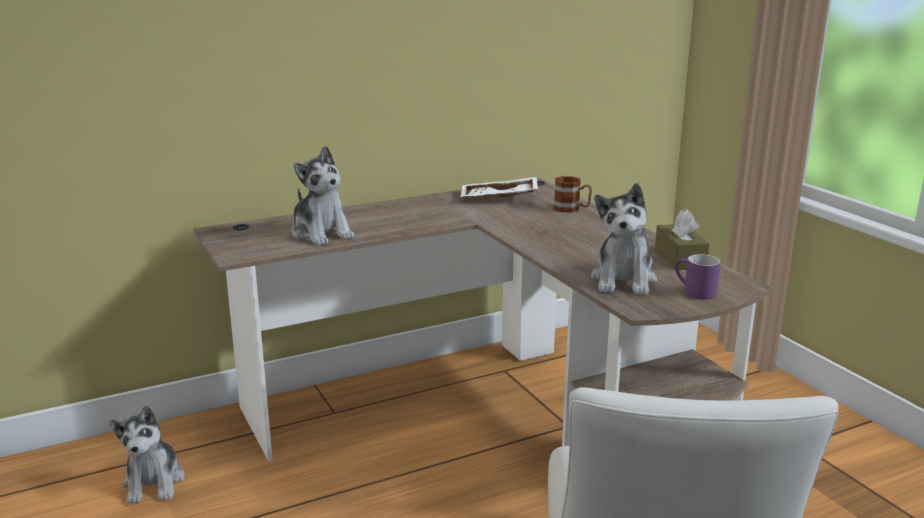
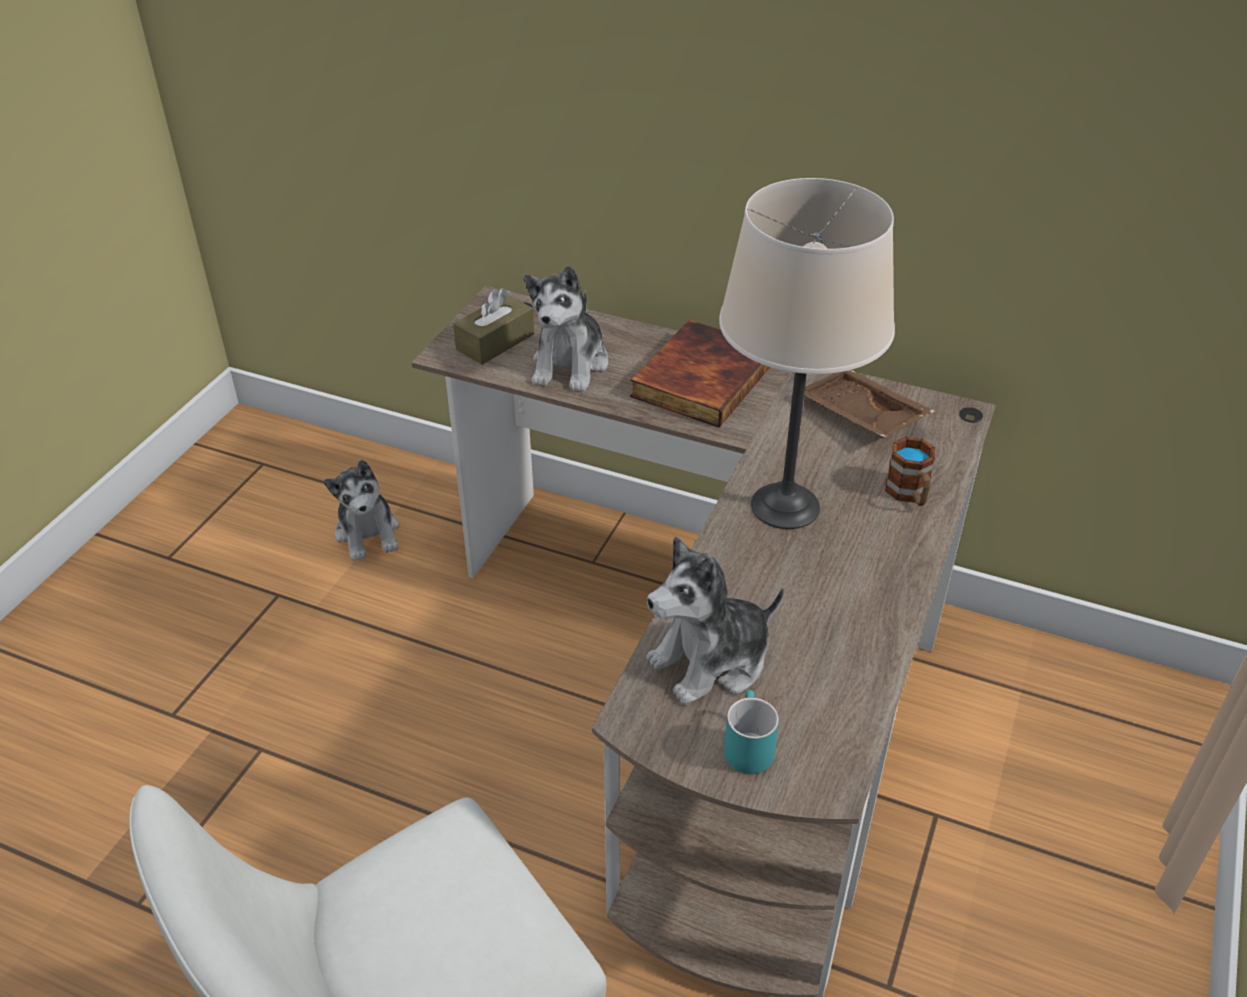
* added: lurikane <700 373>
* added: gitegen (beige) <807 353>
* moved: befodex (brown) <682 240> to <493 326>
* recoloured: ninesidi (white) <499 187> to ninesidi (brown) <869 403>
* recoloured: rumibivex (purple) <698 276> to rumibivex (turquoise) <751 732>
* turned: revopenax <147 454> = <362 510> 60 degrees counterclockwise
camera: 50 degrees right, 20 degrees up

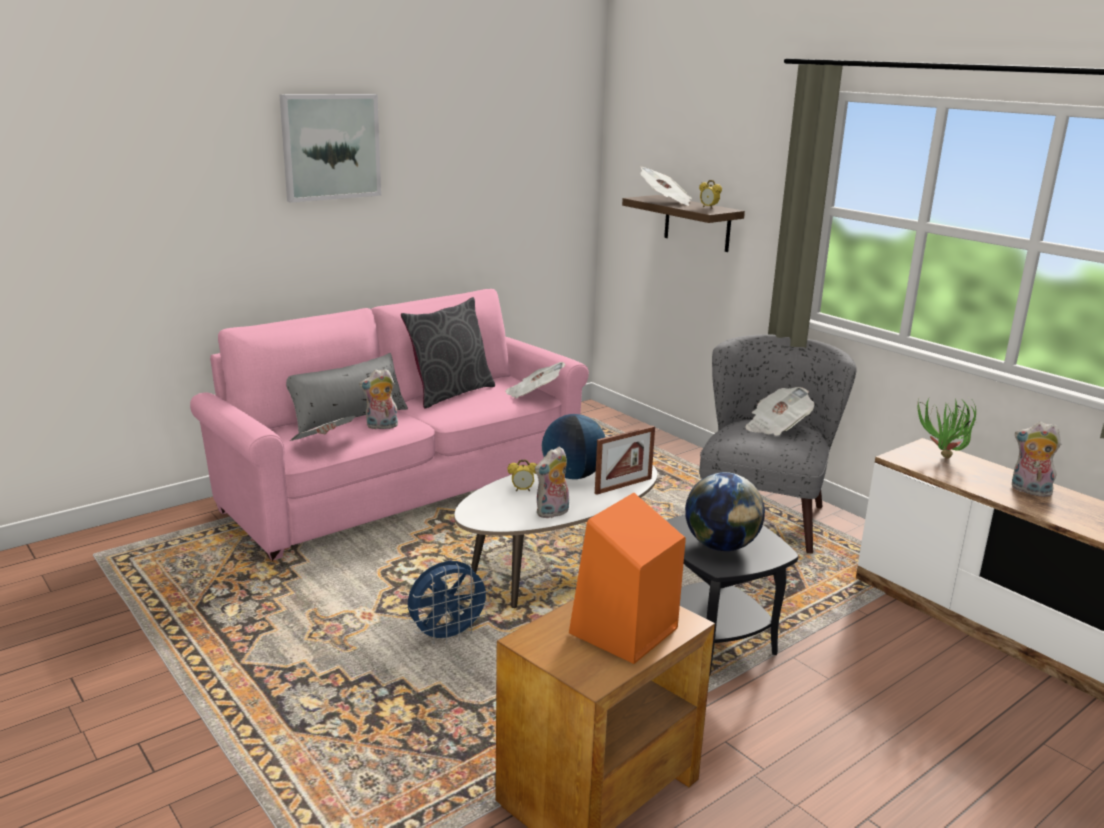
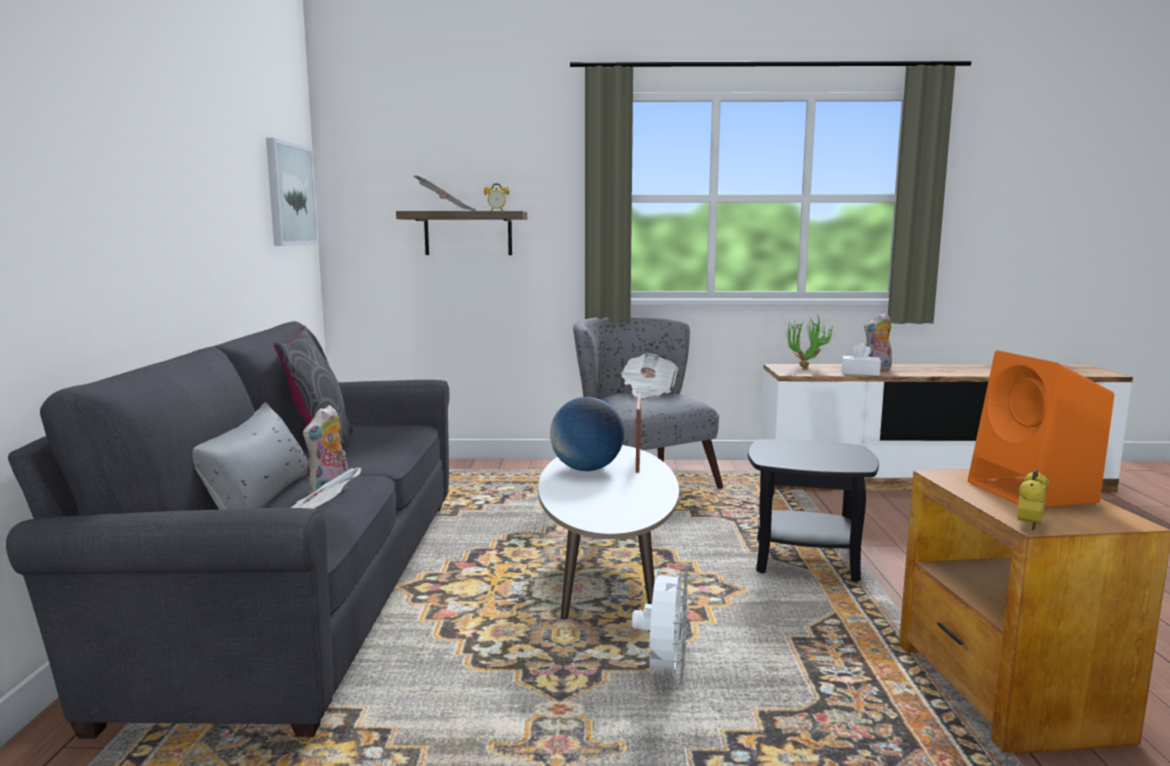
* removed: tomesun <535 380>
* removed: revopenax <552 482>
* removed: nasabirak <725 511>
* added: befodex (white) <861 359>
* moved: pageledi <330 148> to <292 192>
* moved: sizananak <522 475> to <1033 500>
* recoloured: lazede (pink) <389 425> to lazede (grey) <227 530>
* recoloured: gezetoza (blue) <450 602> to gezetoza (white) <660 624>
camera: 50 degrees left, 10 degrees down

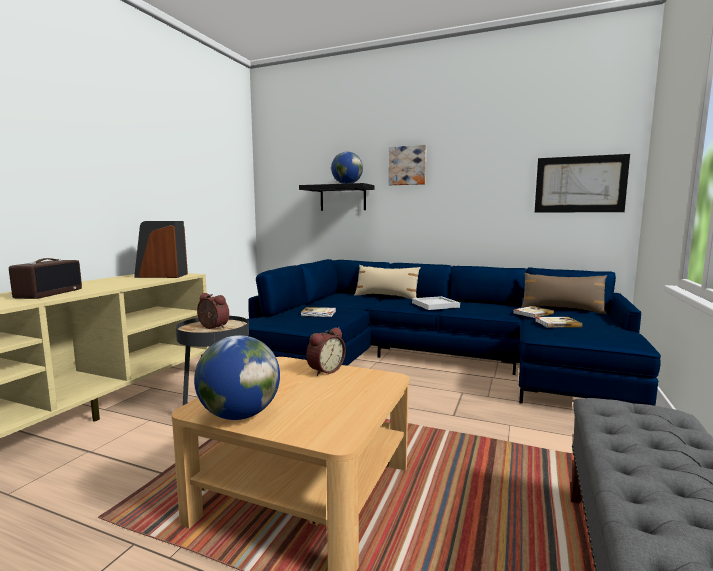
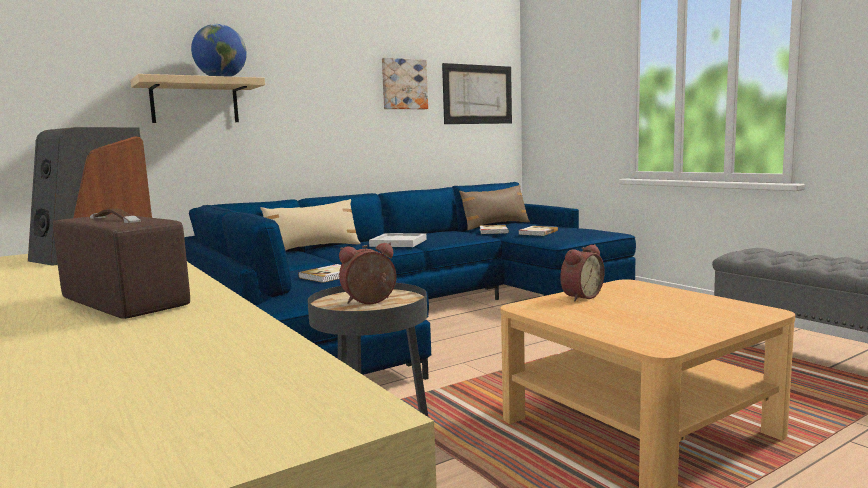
* removed: nasabirak <237 377>
* moved: pageledi <407 165> to <405 83>
* recoloured: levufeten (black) <337 197> to levufeten (beige) <197 98>
* turned: sizananak <326 351> = <582 272> 60 degrees clockwise
camera: 55 degrees left, 0 degrees up

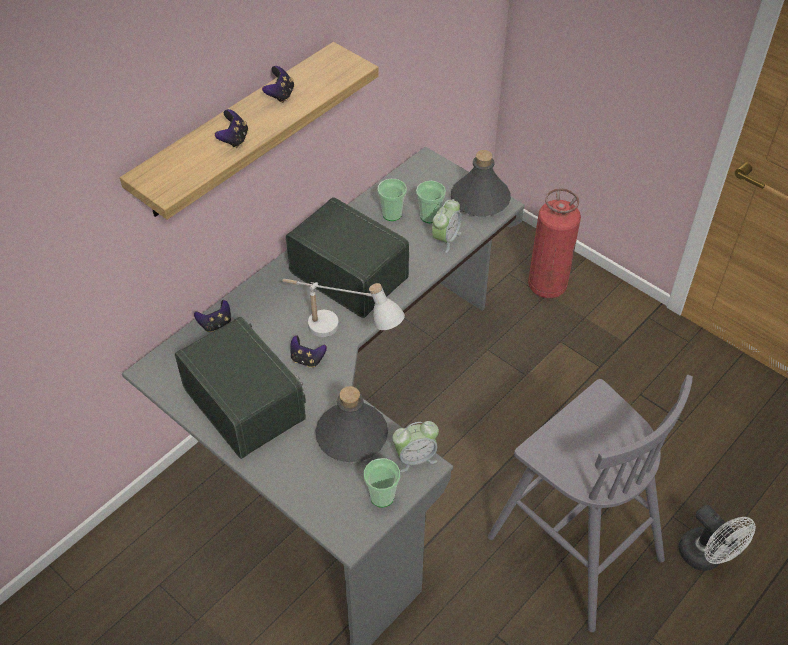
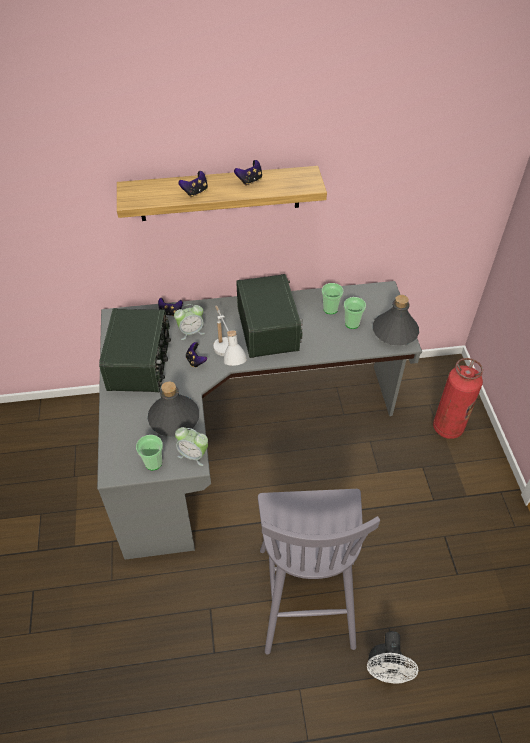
* moved: sizananak <447 226> to <189 322>
camera: 40 degrees right, 0 degrees up

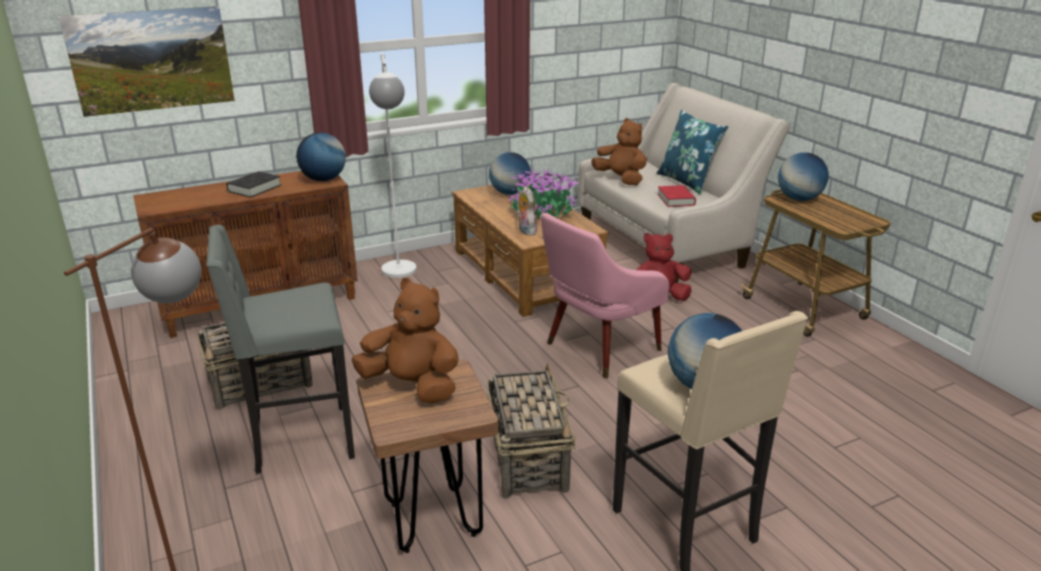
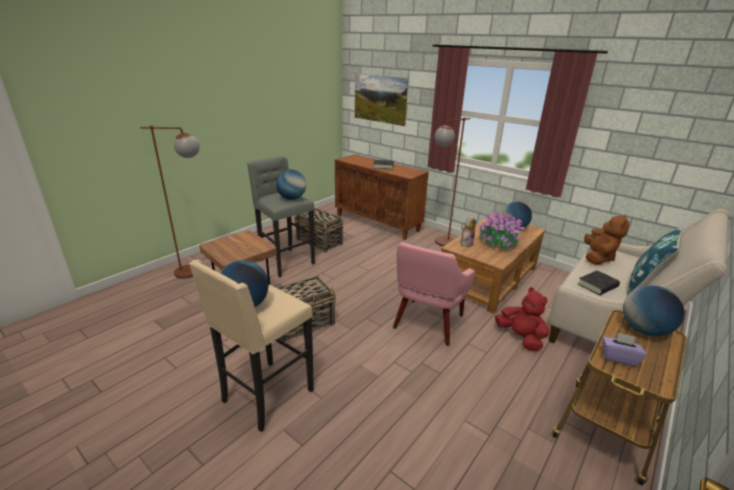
* removed: revopenax (brown) <405 341>
* added: befodex (purple) <624 349>
* moved: nasabirak <321 157> to <291 185>
* recoloured: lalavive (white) <393 165> to lalavive (brown) <452 182>
* recoloured: lurikane (red) <676 196> to lurikane (black) <599 282>
* turned: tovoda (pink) <605 295> = <434 294> 90 degrees counterclockwise
camera: 65 degrees right, 0 degrees up

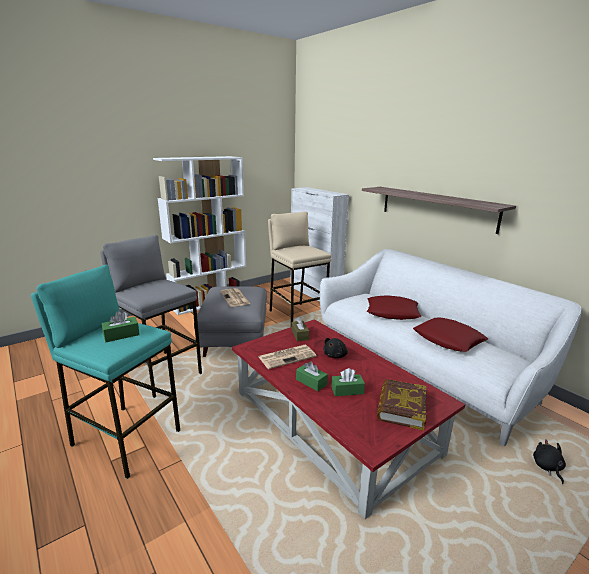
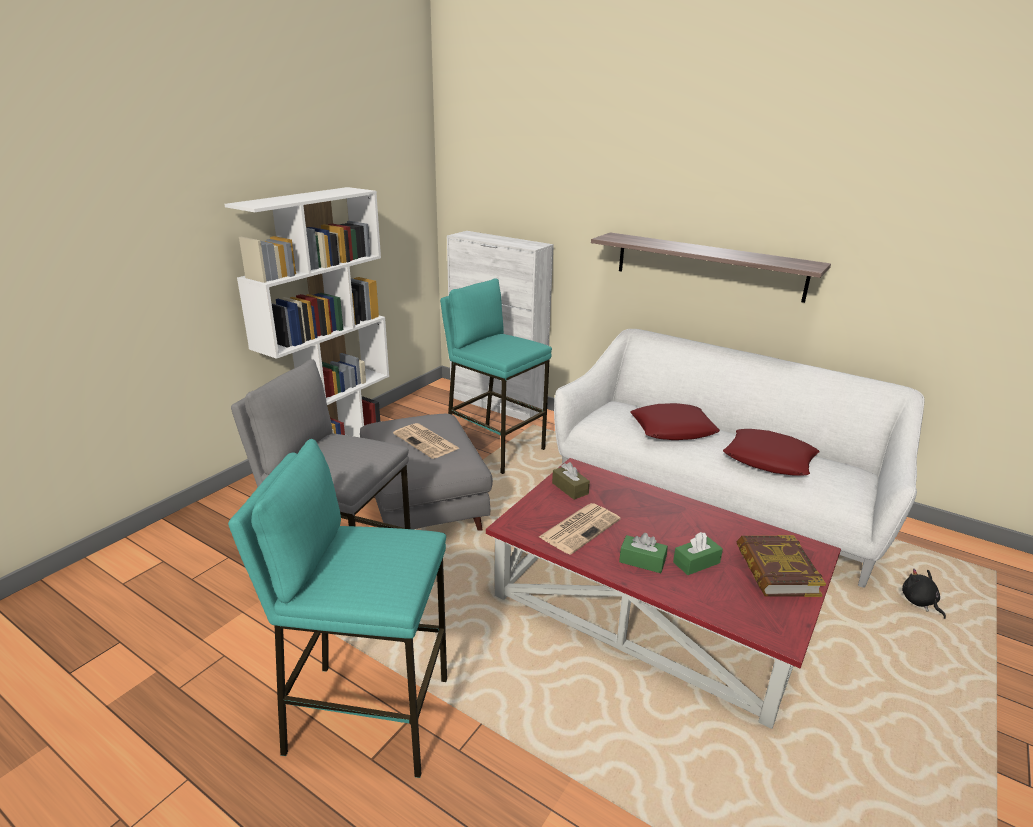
* removed: befodex (green) <120 326>
* removed: revopenax (black) <335 348>
* recoloured: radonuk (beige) <299 266> to radonuk (turquoise) <496 376>
camera: 20 degrees left, 5 degrees up

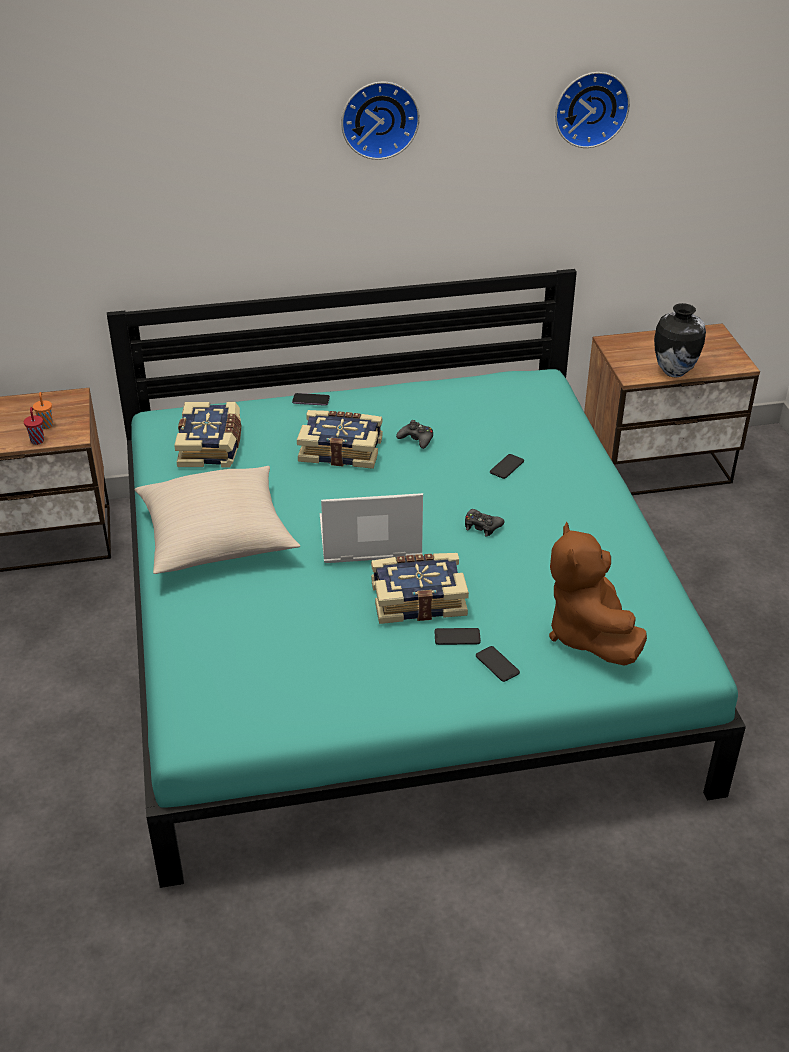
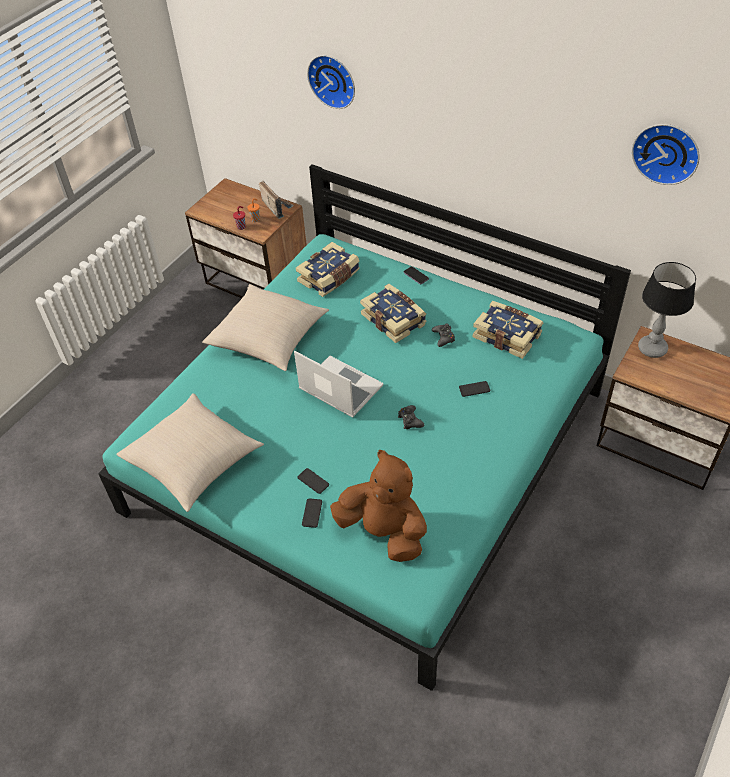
* removed: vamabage <680 340>
* added: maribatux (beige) <190 452>
* added: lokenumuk <276 200>
* added: gitegen <667 310>
* moved: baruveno <380 121> to <331 82>
* moved: lurikane <420 588> to <508 330>
* turned: revopenax (brown) <598 594> = <378 506> 90 degrees clockwise
camera: 45 degrees right, 10 degrees up

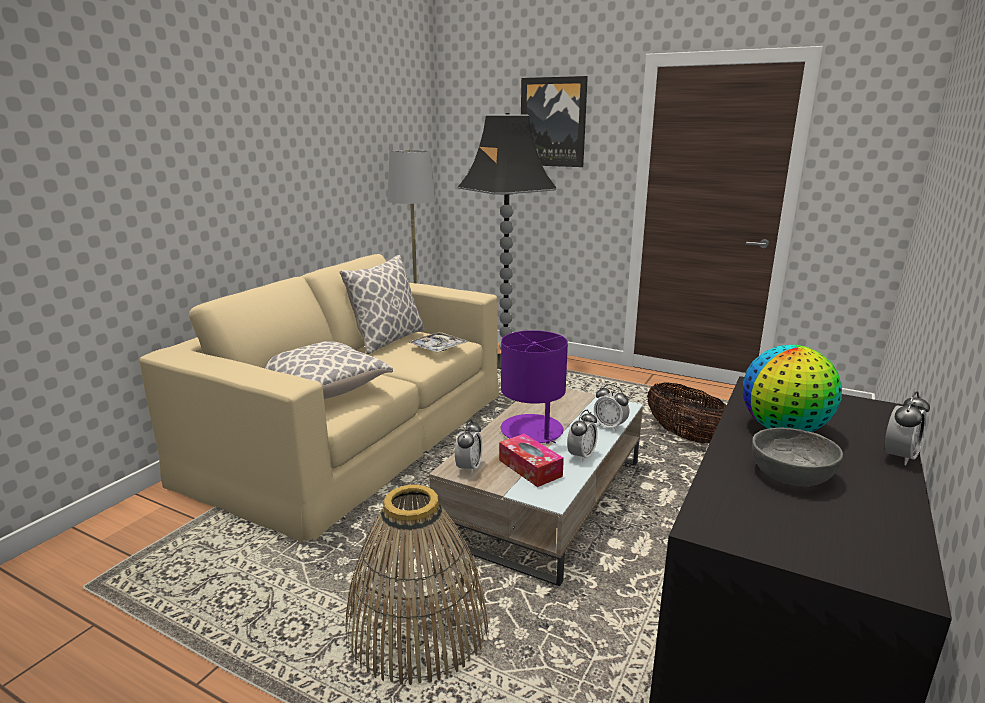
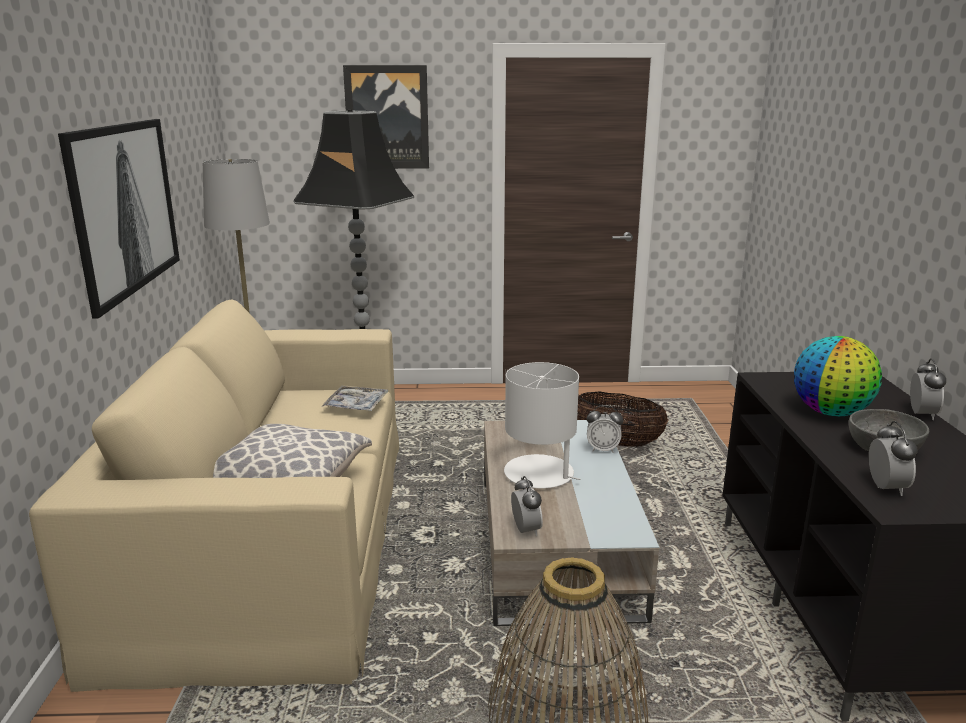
* removed: maribatux <381 305>
* removed: befodex <531 460>
* added: pageledi <119 219>
* moved: sizananak <582 436> to <893 458>
* recoloured: gitegen (purple) <534 387> to gitegen (white) <542 425>
camera: 30 degrees left, 0 degrees up

